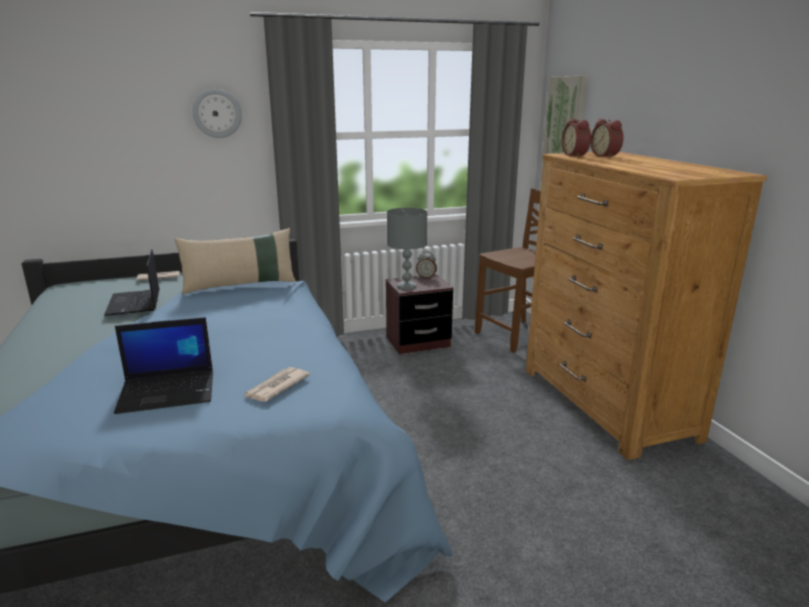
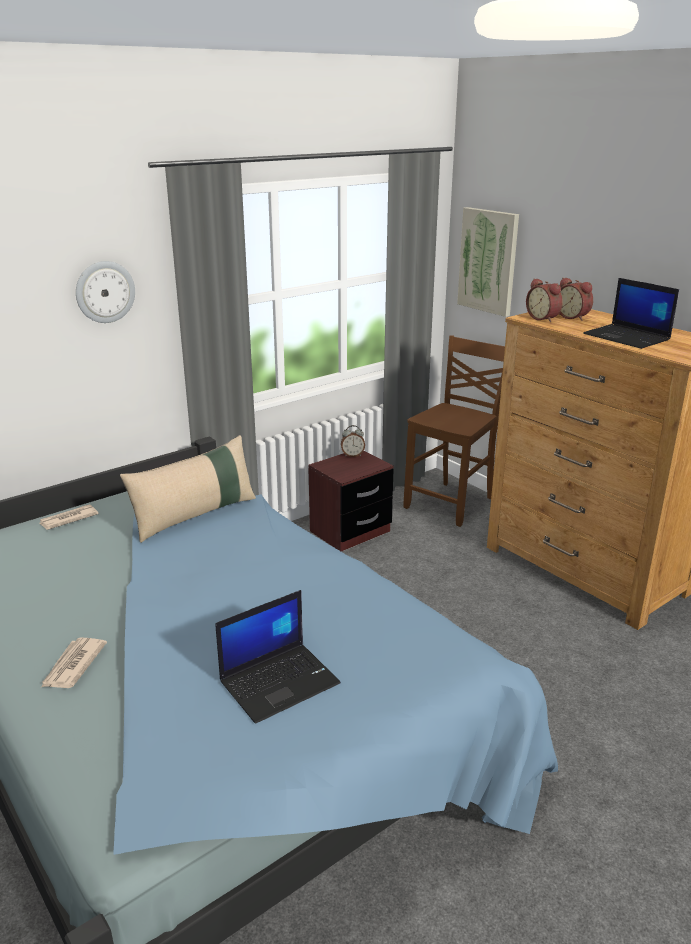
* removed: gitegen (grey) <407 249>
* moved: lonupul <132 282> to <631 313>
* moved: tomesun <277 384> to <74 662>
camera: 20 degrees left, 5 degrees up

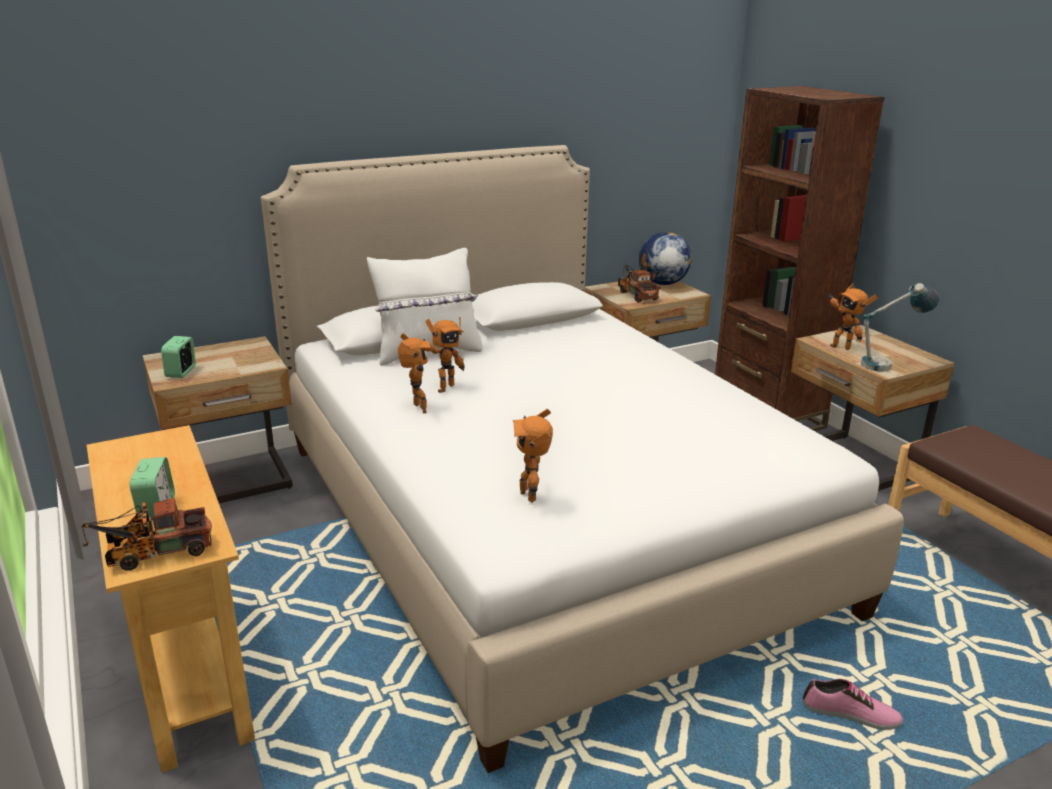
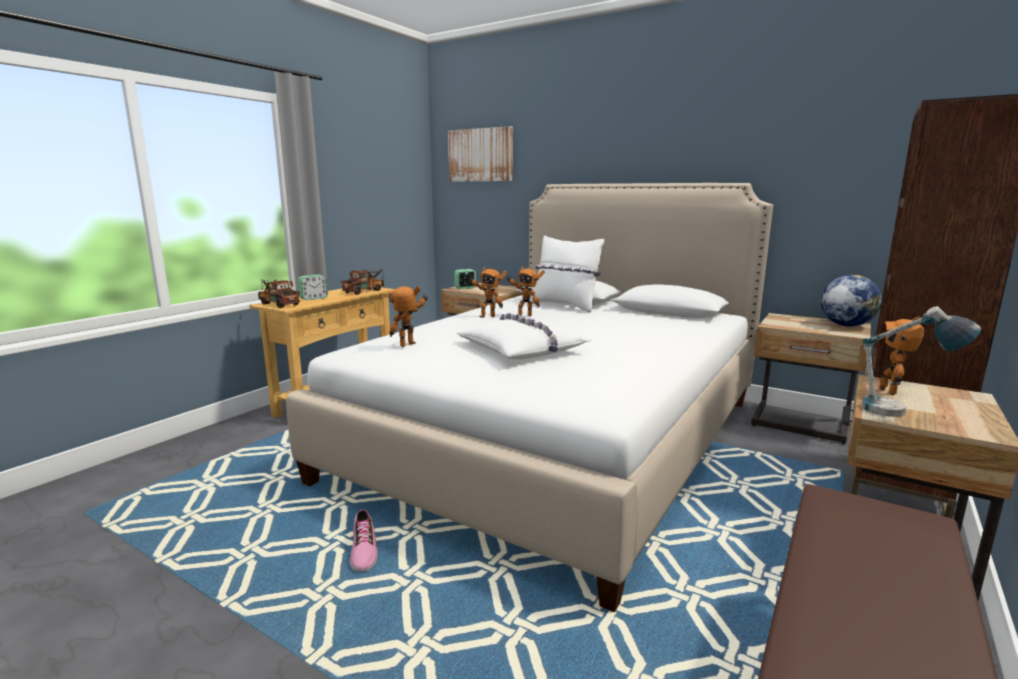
* added: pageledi <480 154>
* added: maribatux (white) <524 336>
* moved: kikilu <639 283> to <362 282>
* moved: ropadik <853 704> to <363 541>
* turned: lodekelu <414 373> = <487 292> 60 degrees clockwise
camera: 60 degrees right, 10 degrees down

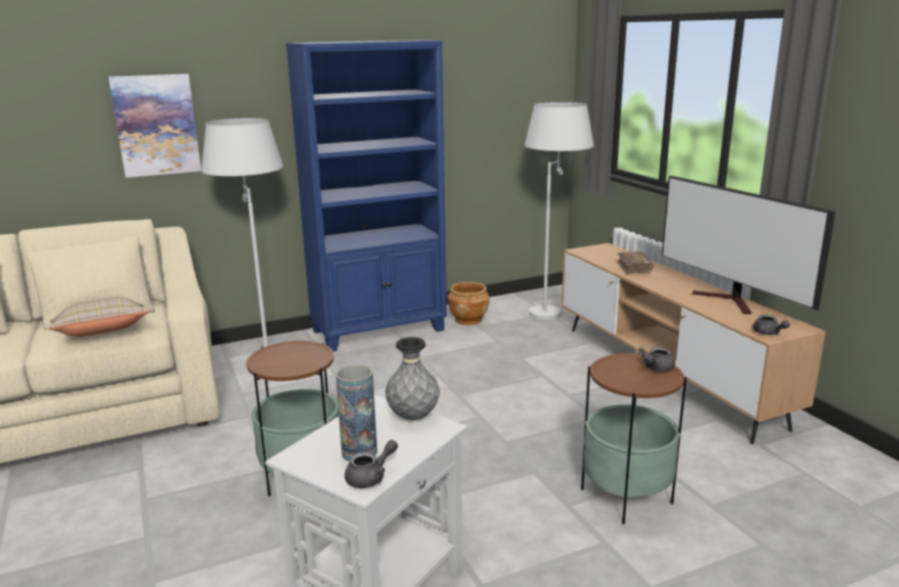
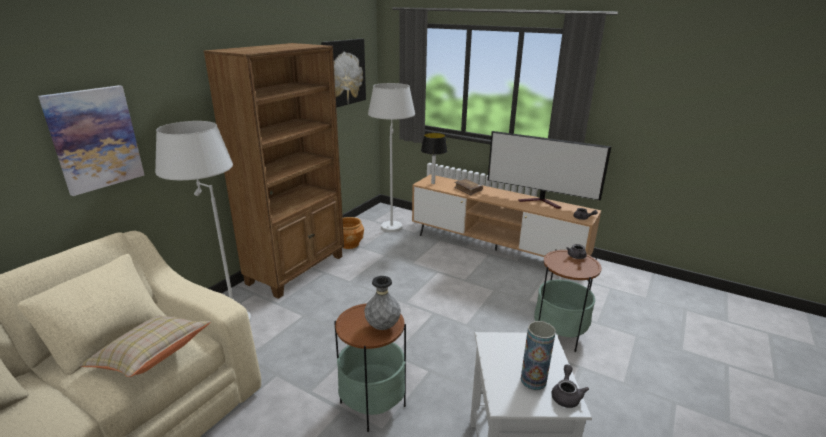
* added: pageledi <343 73>
* added: gitegen <434 158>
* moved: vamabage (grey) <412 378> to <382 303>
* recoloured: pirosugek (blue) <366 196> to pirosugek (brown) <273 171>
camera: 35 degrees left, 5 degrees up

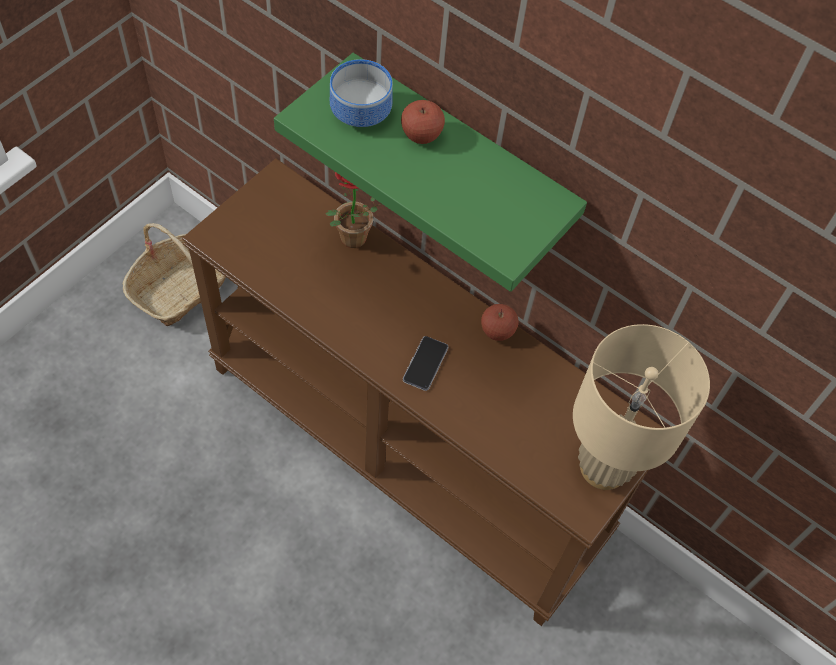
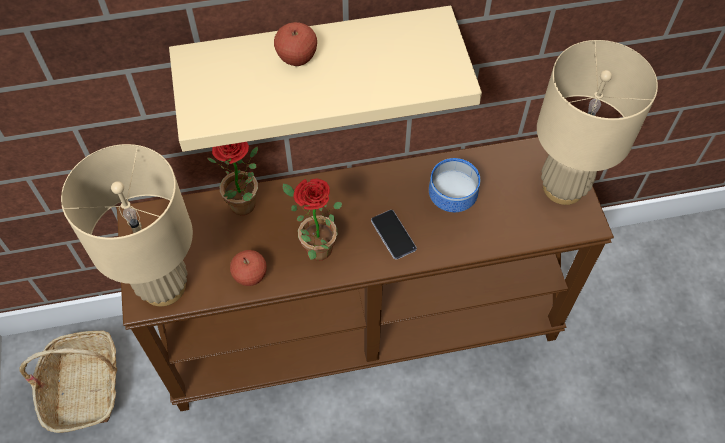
* added: gitegen (beige) <127 225>
* added: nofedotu <312 220>
* moved: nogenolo <361 93> to <454 185>
* moved: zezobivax <500 322> to <248 268>
* recoloured: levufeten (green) <430 172> to levufeten (beige) <325 79>
camera: 45 degrees left, 0 degrees up

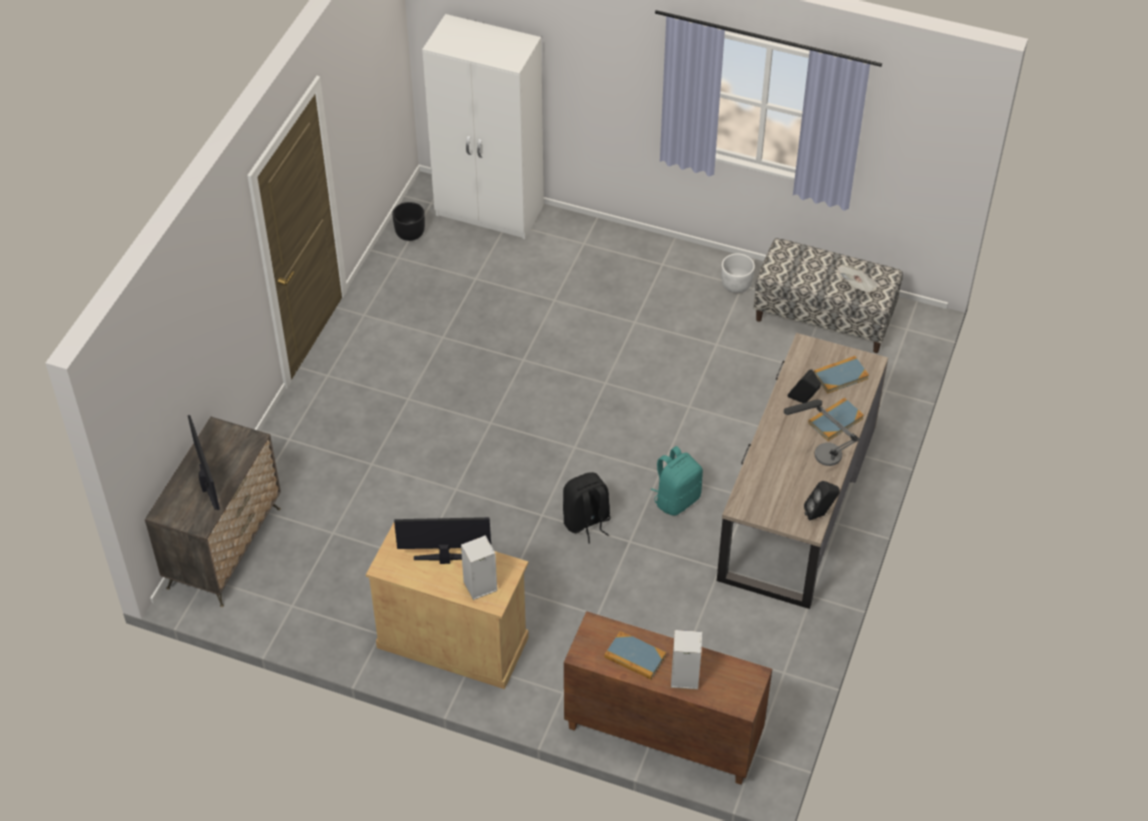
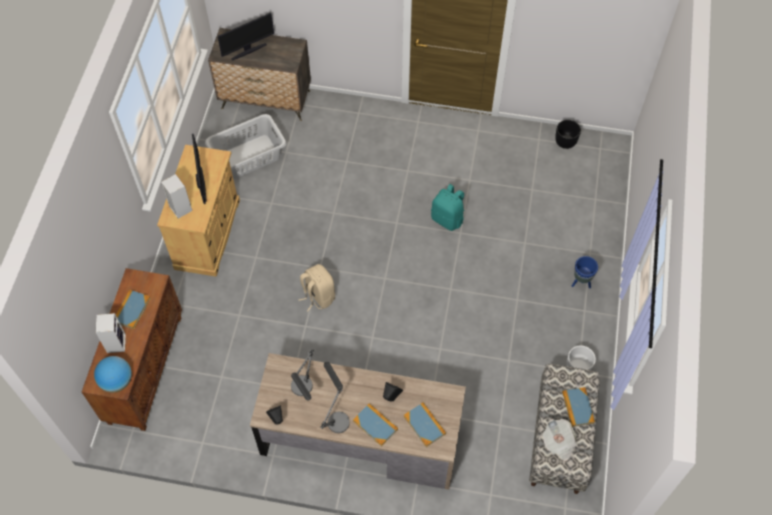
* removed: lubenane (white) <483 126>
* added: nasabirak <113 374>
* added: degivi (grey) <245 146>
* added: gitegen <302 375>
* added: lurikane <578 407>
* added: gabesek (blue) <585 272>
* moved: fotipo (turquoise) <677 481> to <448 207>
* recoloured: fotipo (black) <587 508> to fotipo (beige) <317 287>
camera: 80 degrees right, 10 degrees up

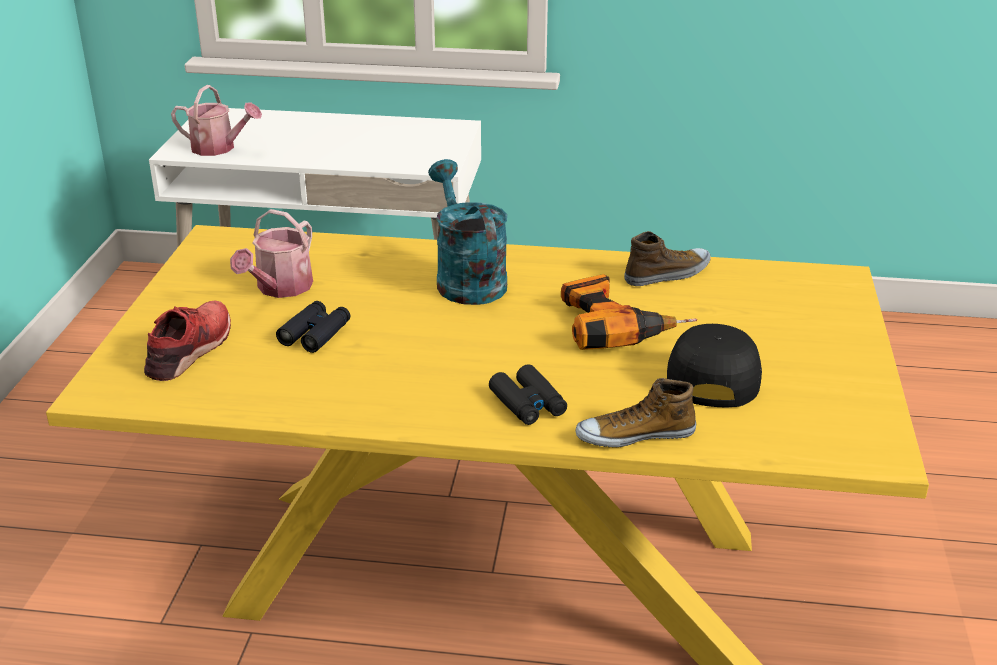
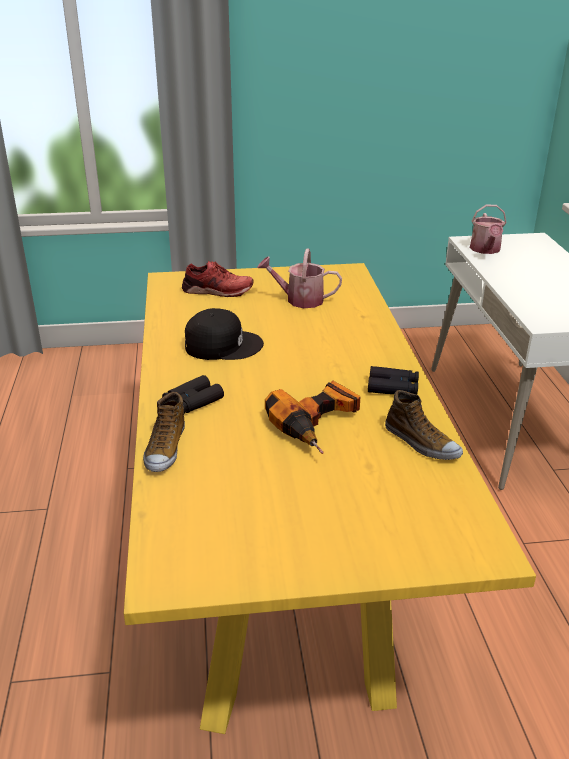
* removed: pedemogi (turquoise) <467 232>
* moved: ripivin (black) <313 327> to <393 380>
* moved: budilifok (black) <714 366> to <224 334>
* turned: ropadik <635 412> = <164 432> 150 degrees counterclockwise
camera: 75 degrees right, 0 degrees up

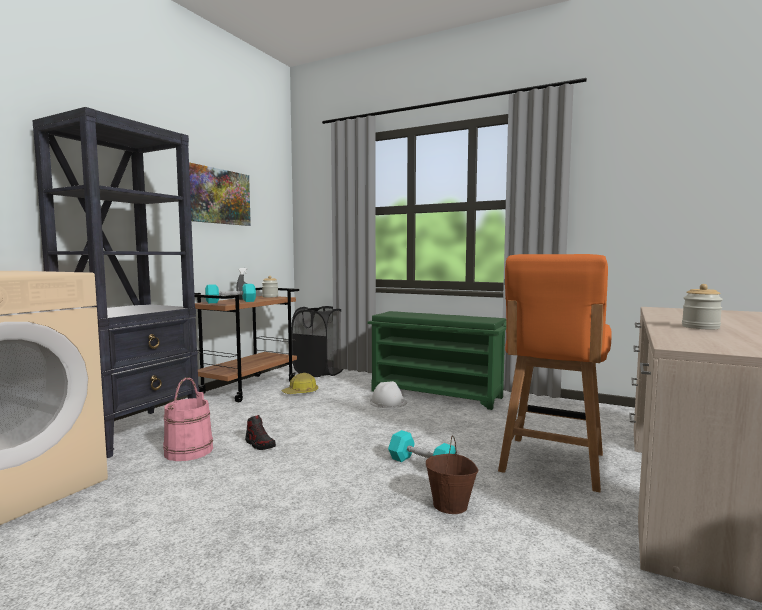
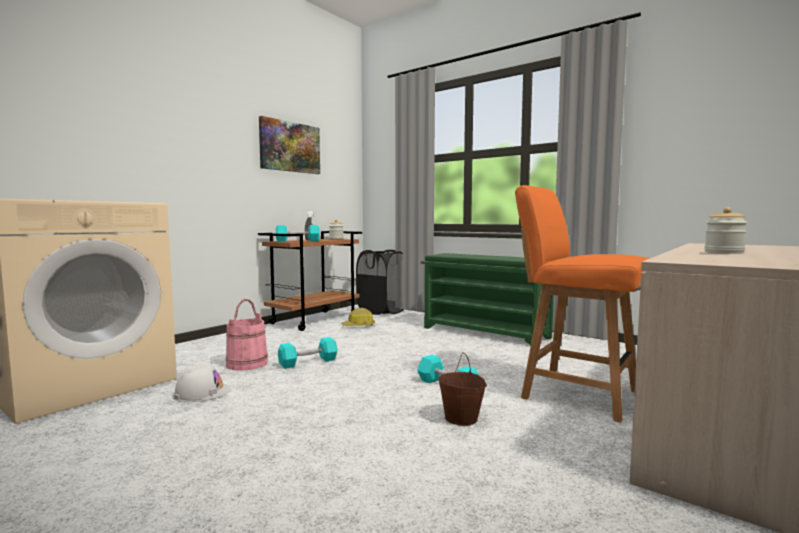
* removed: pirosugek (black) <115 282>
* moved: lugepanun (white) <388 394> to <201 382>
* replaced: ropadik <260 432> to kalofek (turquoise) <308 353>
* turned: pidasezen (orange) <554 373> = <582 304> 90 degrees clockwise
camera: 10 degrees right, 0 degrees up

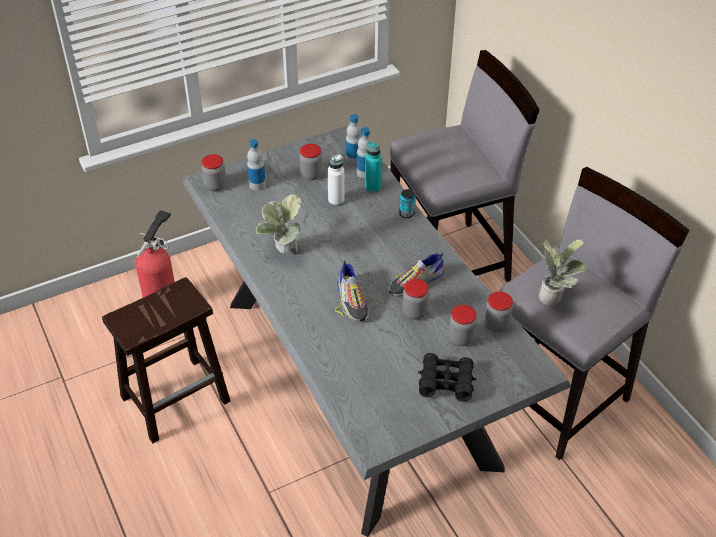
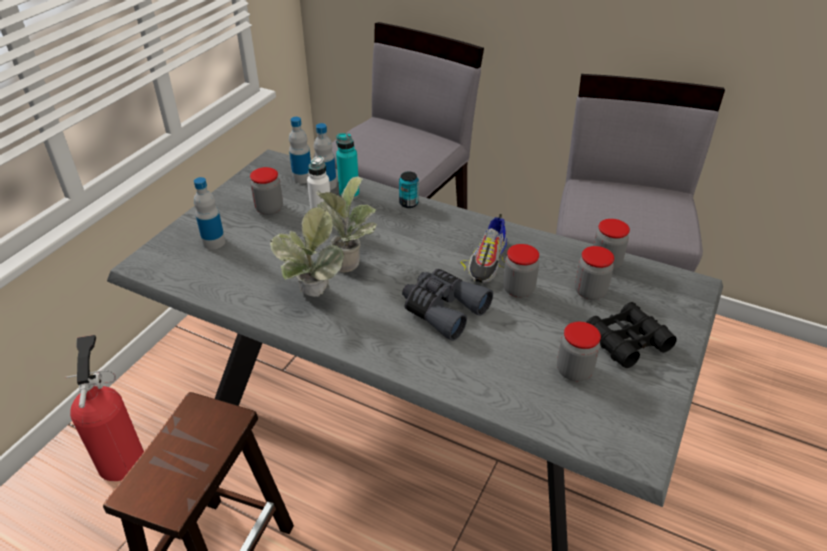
* moved: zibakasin <214 172> to <579 352>
* moved: nofedotu <563 272> to <346 224>
* replaced: ropadik <352 291> to ripivin (grey) <447 305>
camera: 35 degrees left, 5 degrees down

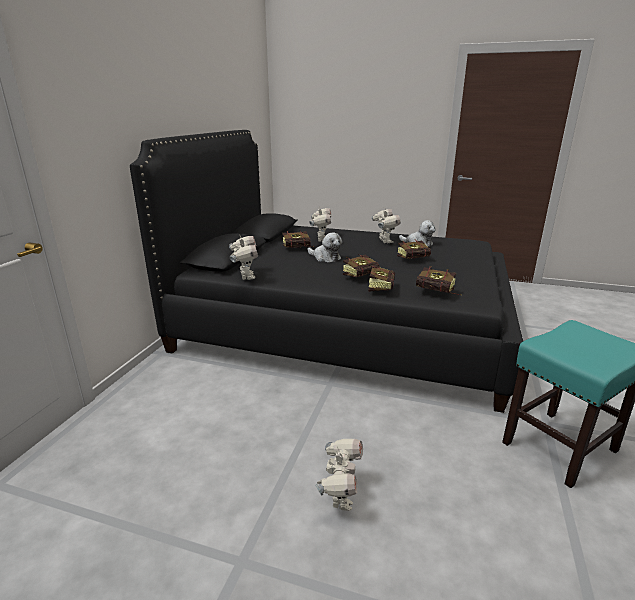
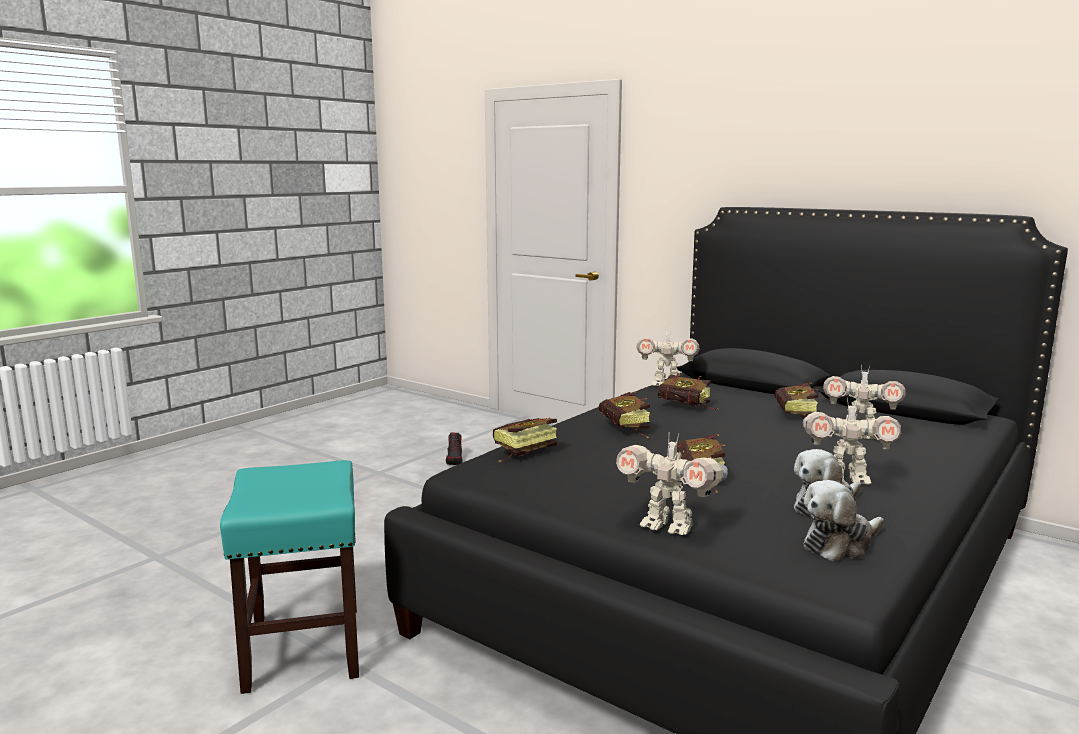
* added: ropadik <454 449>
* moved: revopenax <325 247> to <844 520>
* moved: lodekelu <339 475> to <672 484>
* moved: lurikane <381 278> to <688 391>
camera: 110 degrees right, 10 degrees down

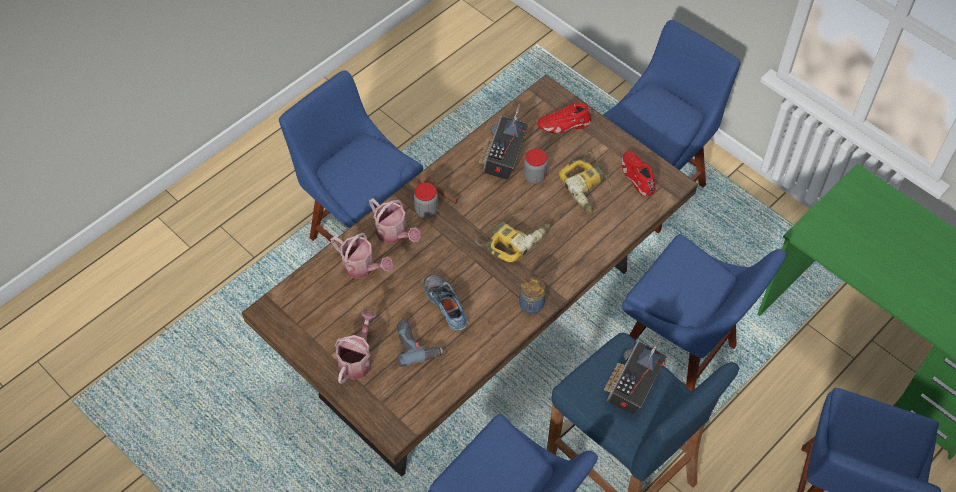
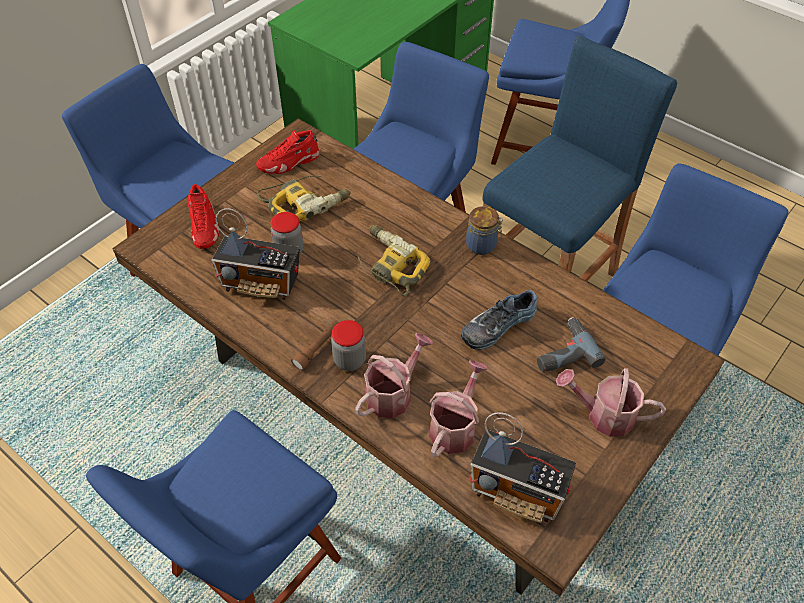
* moved: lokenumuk <635 375> to <523 467>
camera: 95 degrees left, 5 degrees down

